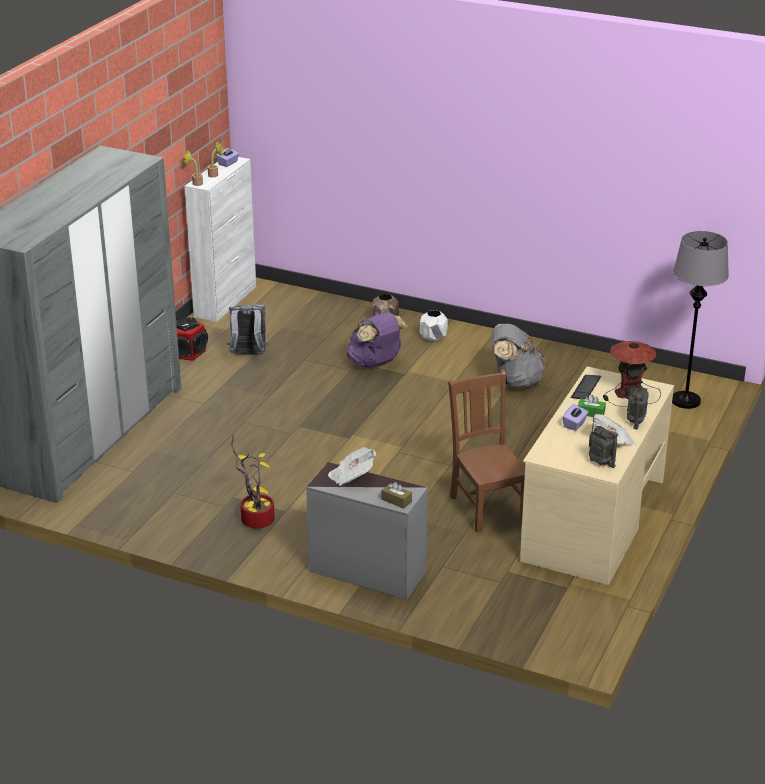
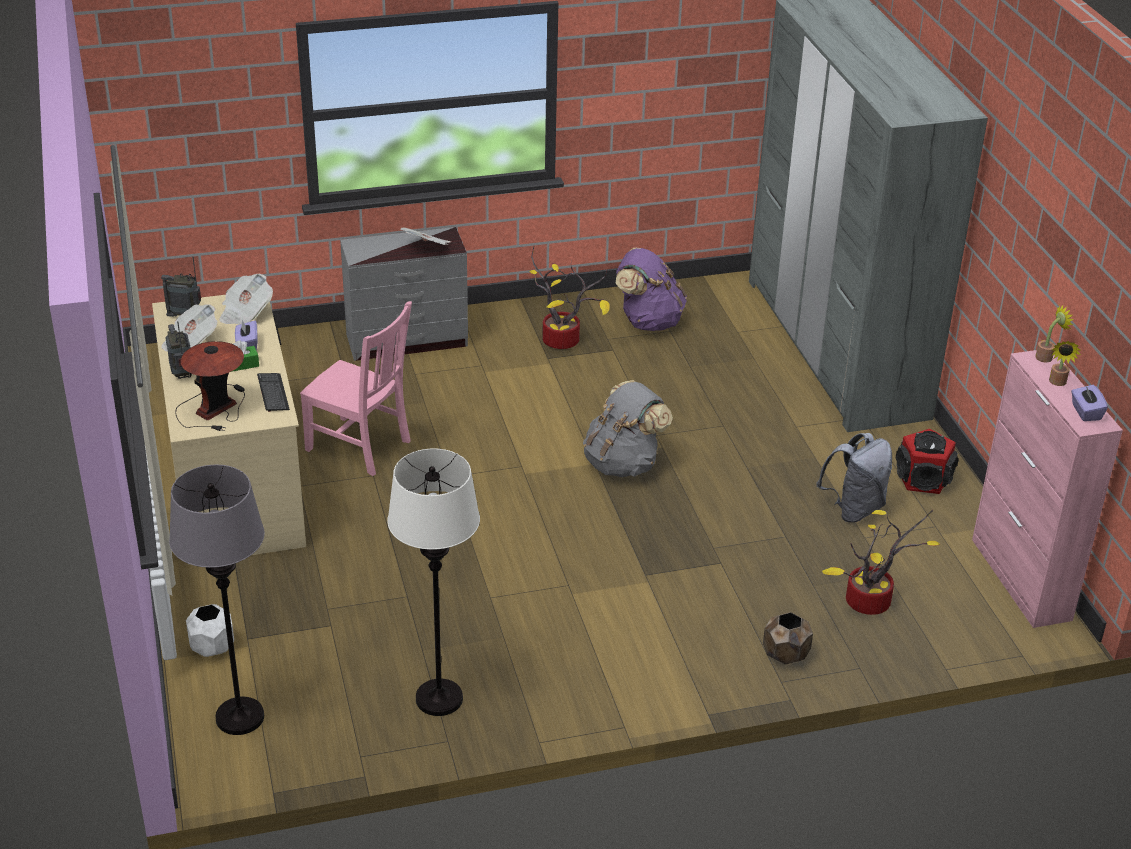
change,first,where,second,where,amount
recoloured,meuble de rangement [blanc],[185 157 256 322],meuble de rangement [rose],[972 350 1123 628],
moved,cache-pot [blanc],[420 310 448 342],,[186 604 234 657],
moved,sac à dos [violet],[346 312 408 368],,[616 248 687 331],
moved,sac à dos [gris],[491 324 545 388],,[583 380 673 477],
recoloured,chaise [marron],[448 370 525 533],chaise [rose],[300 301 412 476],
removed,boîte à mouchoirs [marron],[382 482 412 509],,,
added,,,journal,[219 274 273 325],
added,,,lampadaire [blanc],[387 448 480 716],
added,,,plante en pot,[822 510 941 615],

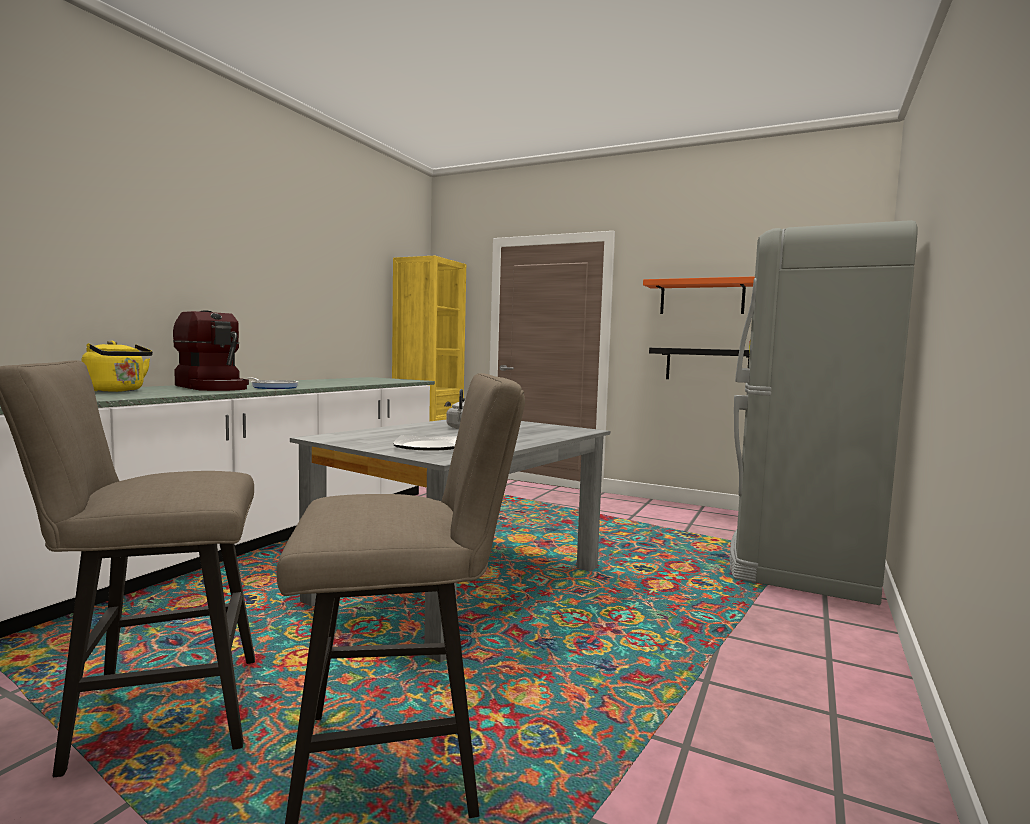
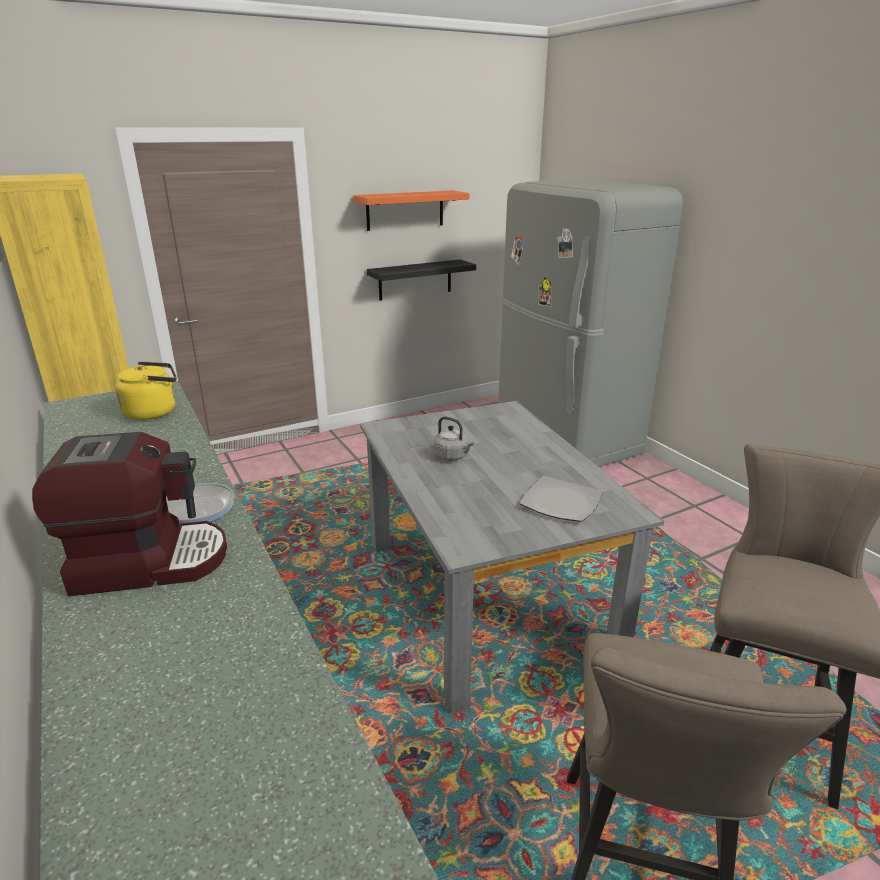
change,first,where,second,where,amount
moved,bouilloire [jaune],[82 341 153 392],,[115 361 177 420],

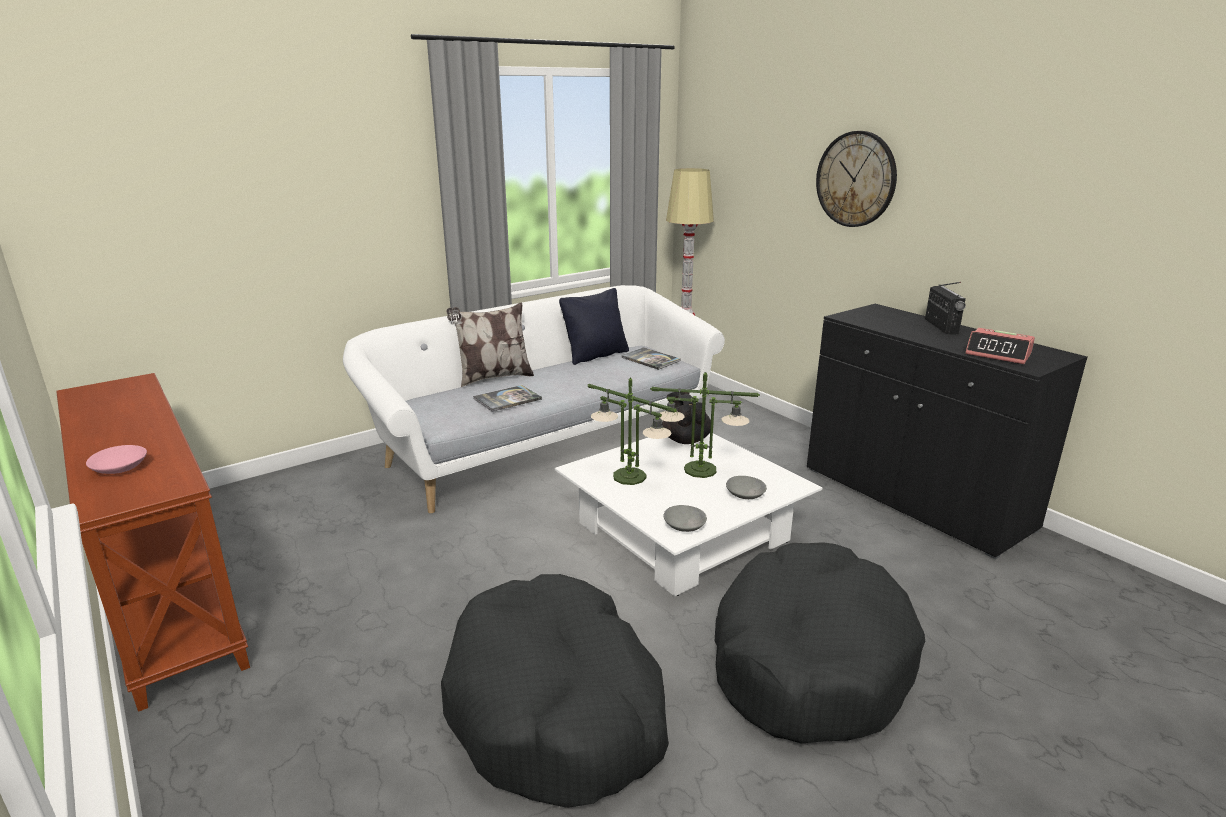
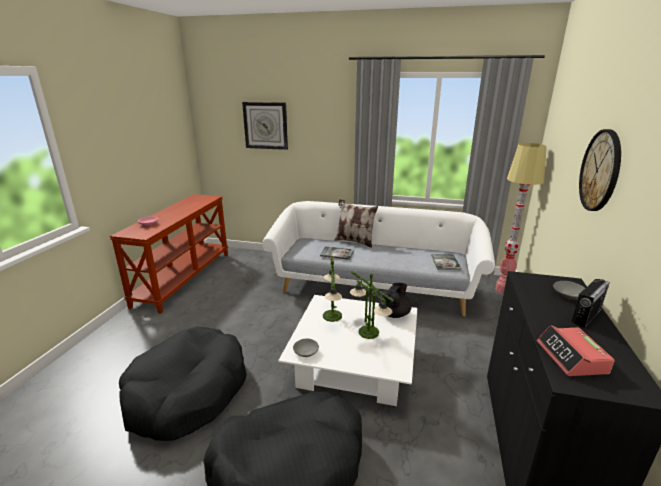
change,first,where,second,where,amount
removed,coussin [noir],[559 288 629 365],,,
moved,bol [gris],[726 476 767 499],,[553 281 585 300],
added,,,horloge murale,[242 102 288 150],

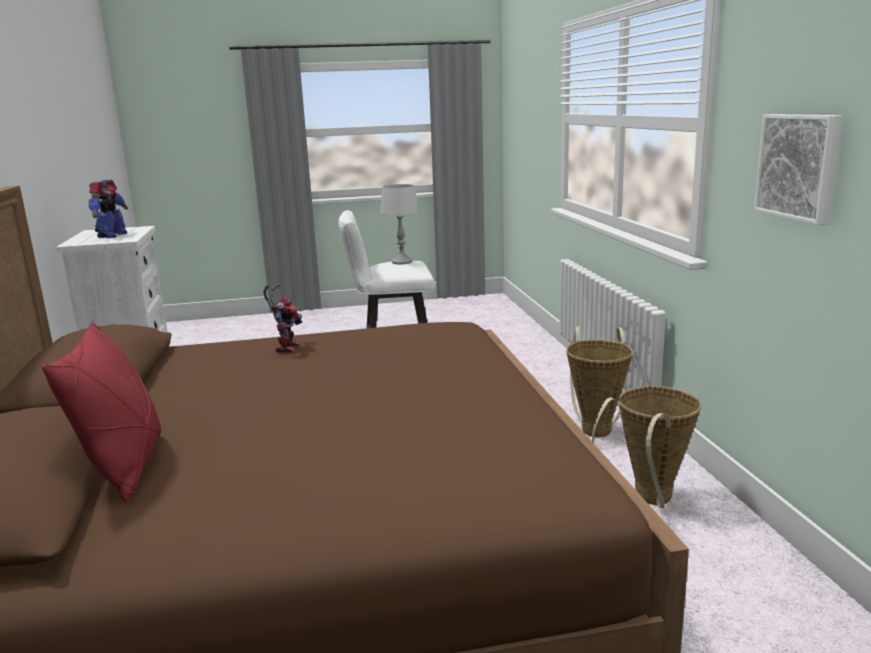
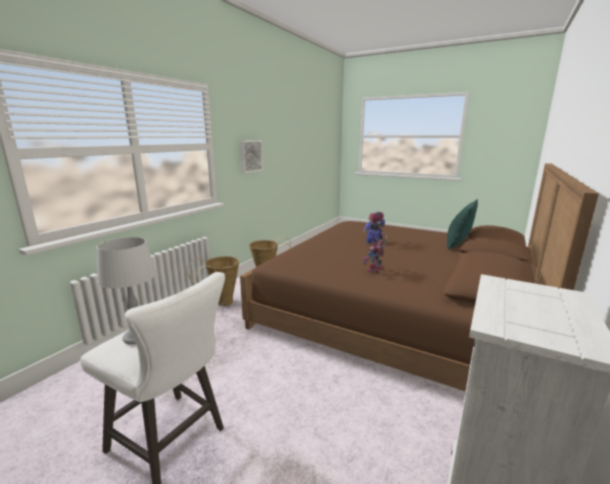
change,first,where,second,where,amount
moved,robot jouet,[89 180 128 238],,[363 212 385 244],
recoloured,coussin [rouge],[42 322 161 502],coussin [vert],[447 199 478 249],

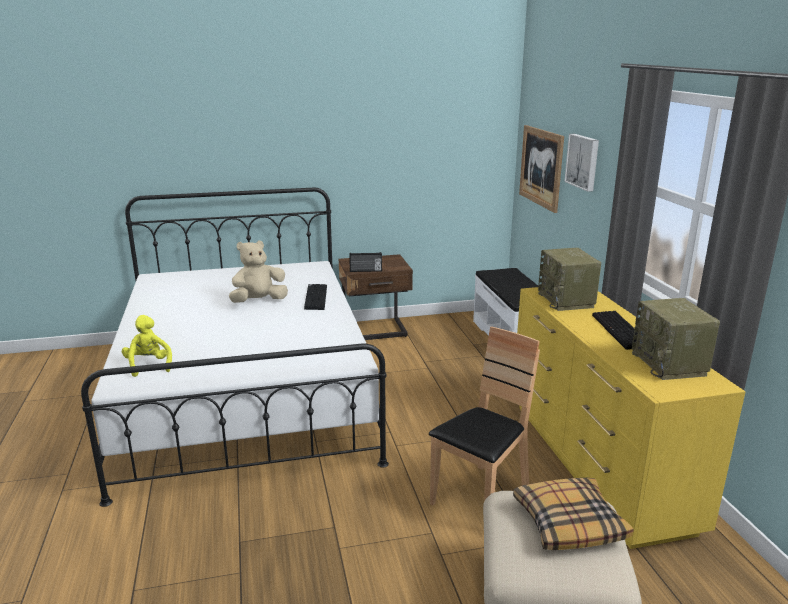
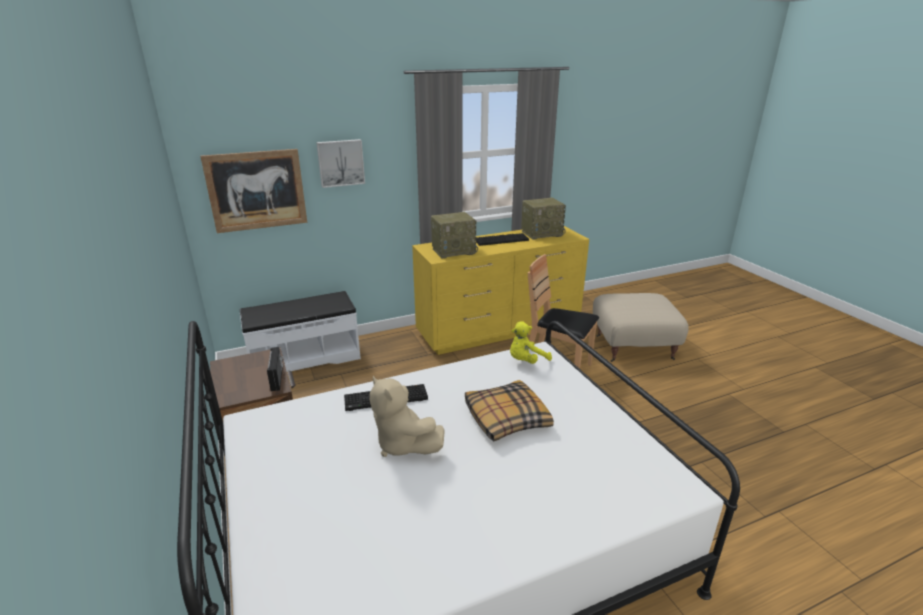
change,first,where,second,where,amount
moved,peluche [jaune],[122 315 172 377],,[510 321 552 364],
moved,coussin,[513 478 634 550],,[465 380 554 441],

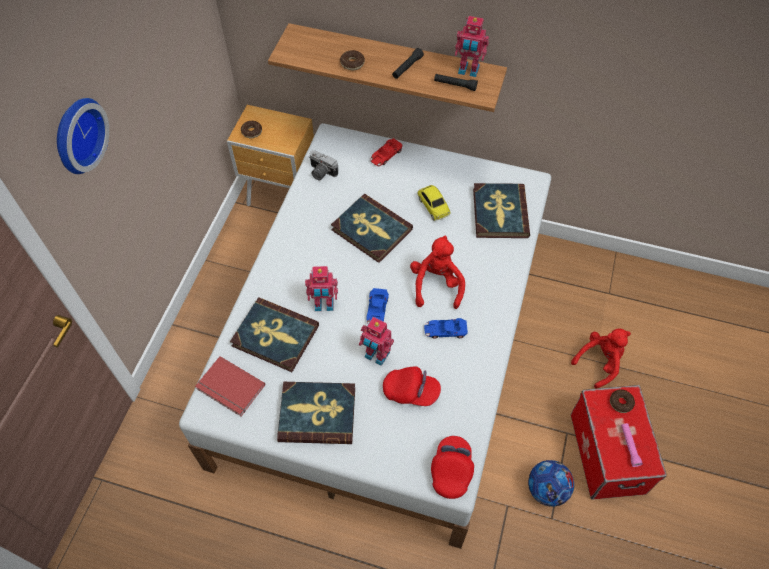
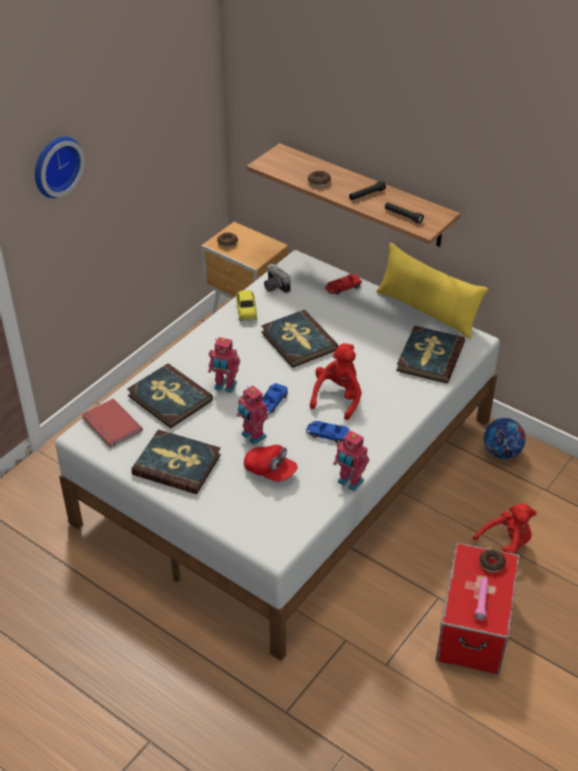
change,first,where,second,where,amount
moved,robot jouet,[455 16 489 77],,[333 430 369 491],
moved,petite voiture,[417 185 451 221],,[236 290 257 321],
removed,casquette [rouge],[431 436 474 499],,,
moved,ballon de foot,[528 460 574 507],,[484 418 526 459],
added,,,coussin [jaune],[376 243 488 339],

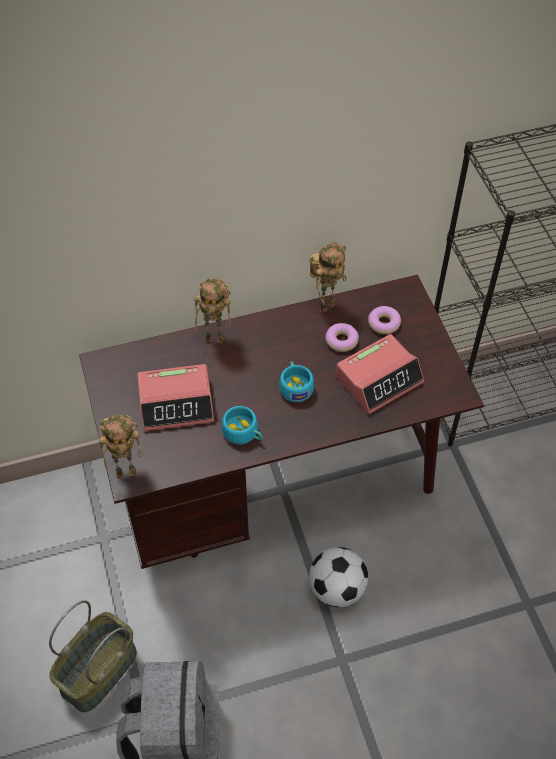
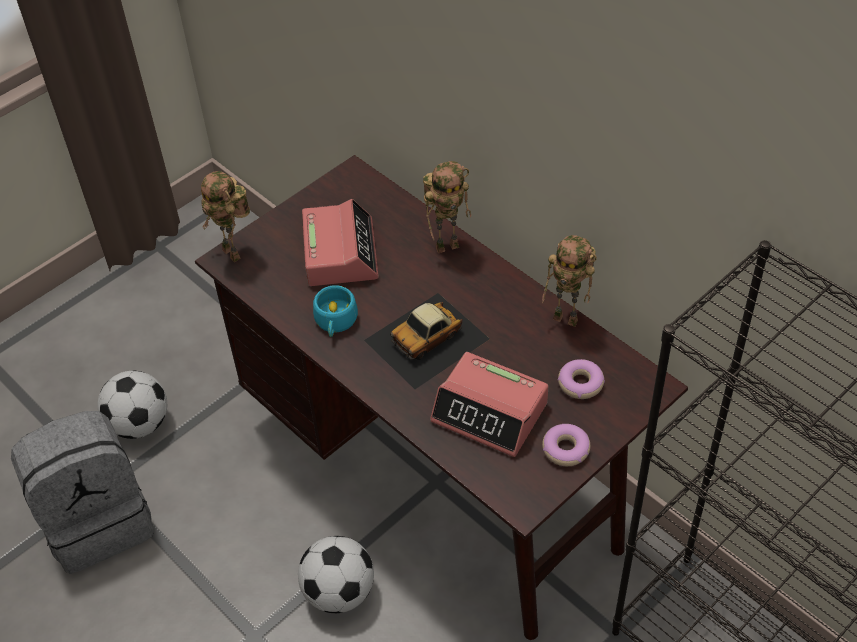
change,first,where,second,where,amount
turned,robot jouet,[194 278 231 343],,[423 161 471 253],90 degrees counterclockwise
moved,beignet,[325 323 359 352],,[542 424 590 466],
replaced,tasse [turquoise],[279 361 314 402],petite voiture,[364 293 489 389],
turned,réveil,[137 364 214 431],,[302 199 379 286],150 degrees counterclockwise
replaced,panier,[49 600 137 712],ballon de foot,[98 371 167 439],

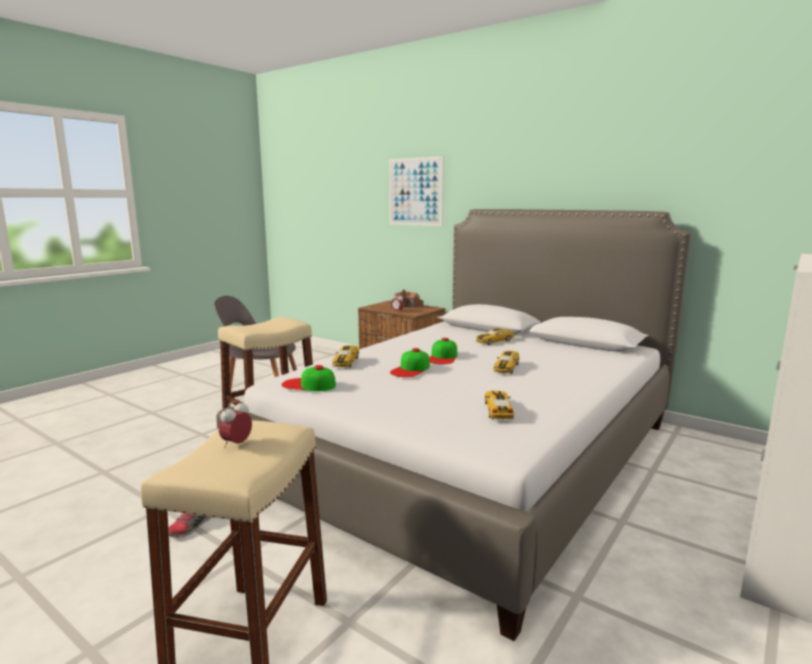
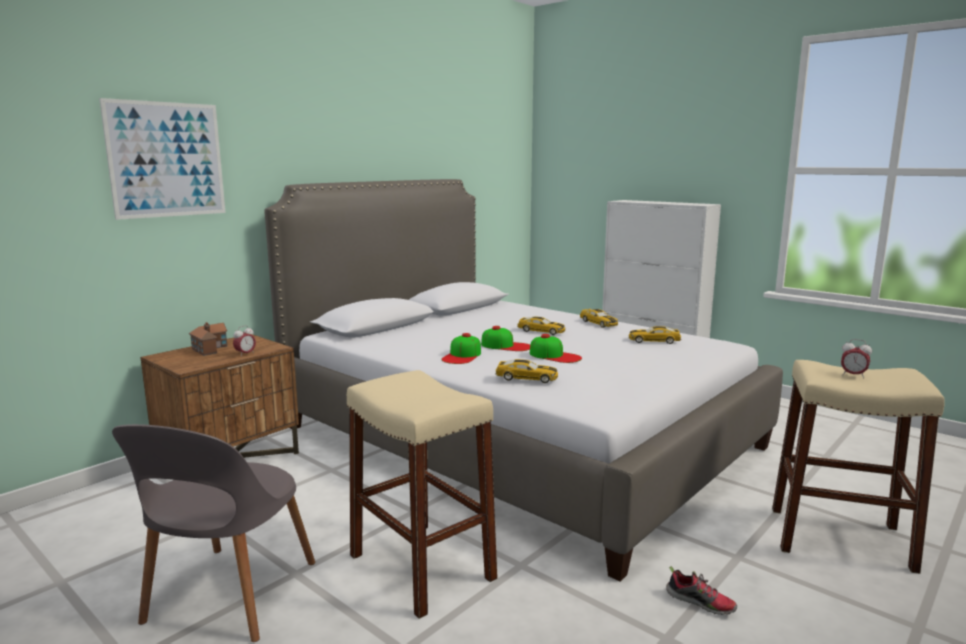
change,first,where,second,where,amount
moved,petite voiture,[476 328 514 345],,[580 309 618 328],
moved,casquette,[282 365 336 391],,[441 333 481 364],

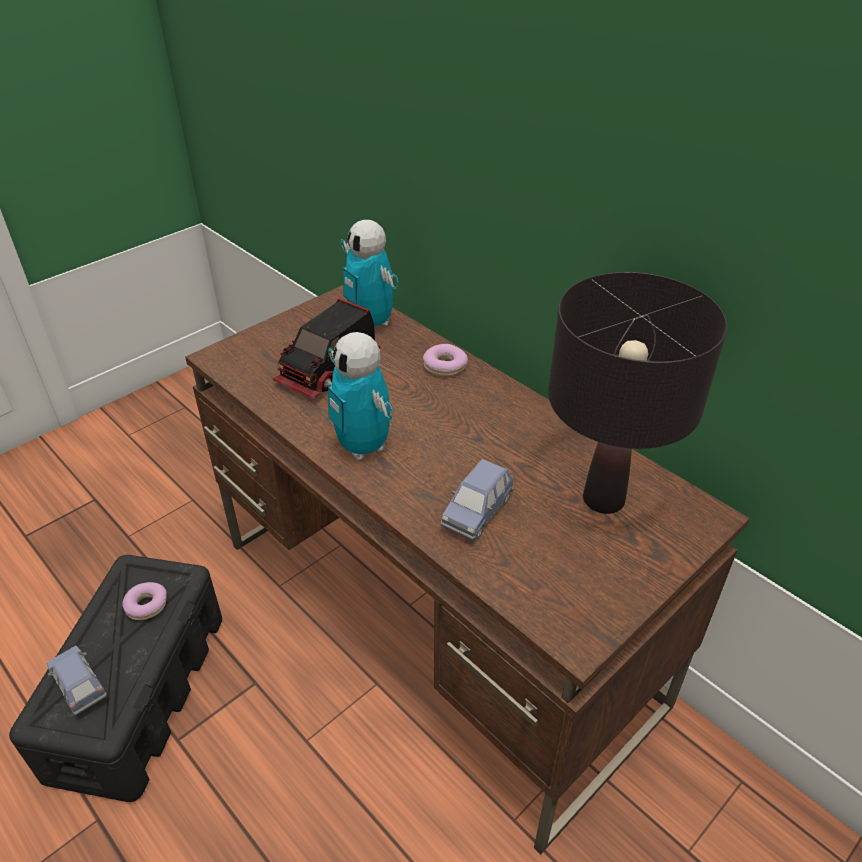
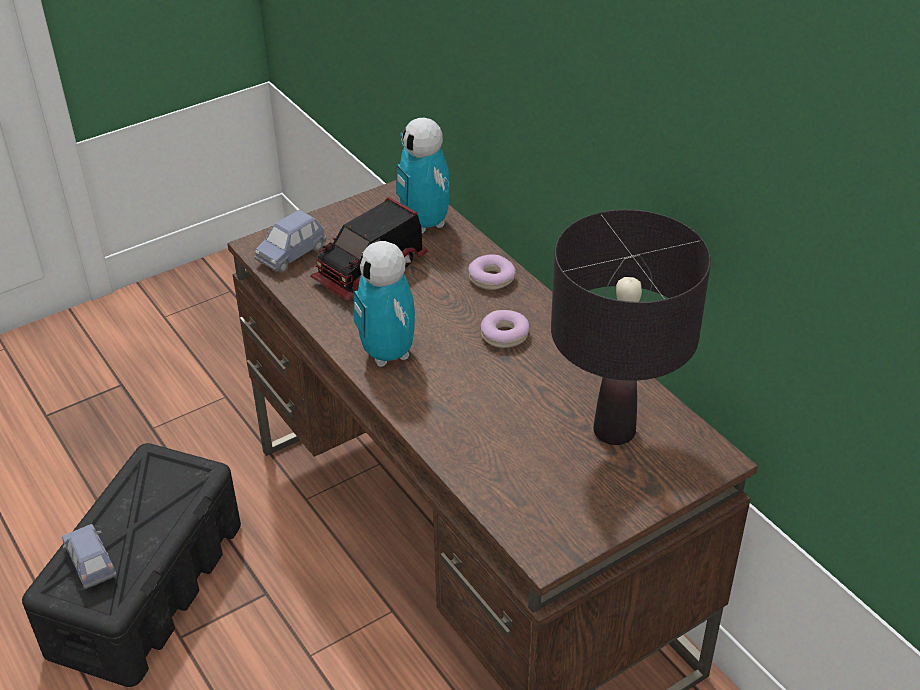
change,first,where,second,where,amount
moved,petite voiture [bleu],[440 459 514 541],,[254 210 327 273],
moved,beignet,[122 582 167 620],,[481 310 529 348],

